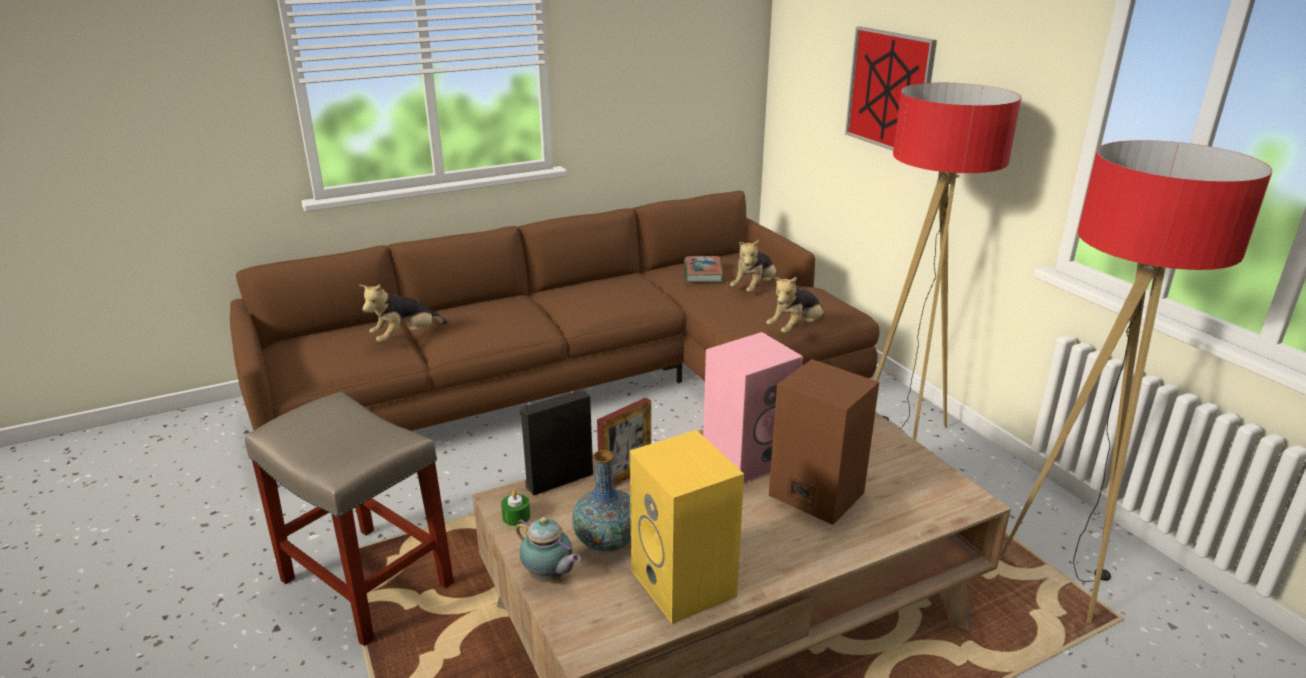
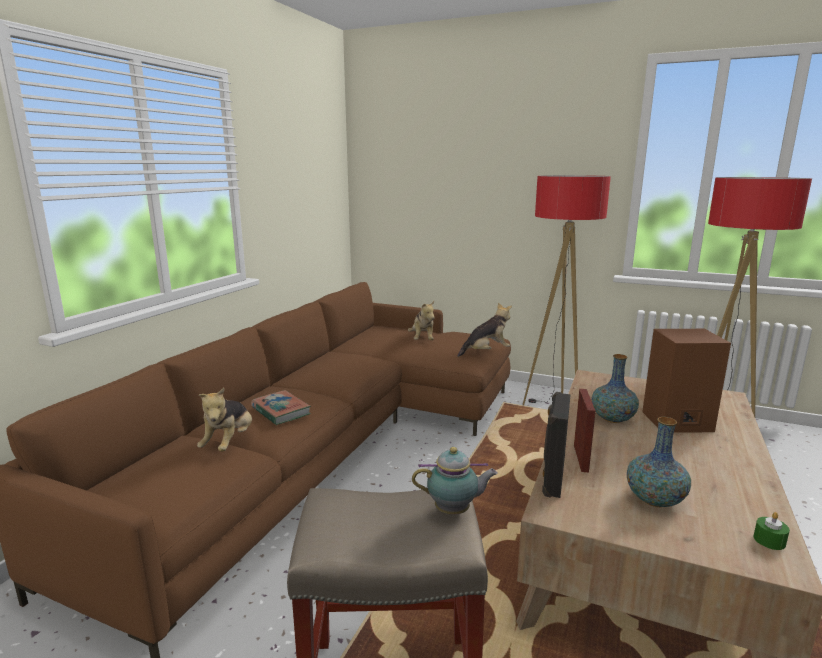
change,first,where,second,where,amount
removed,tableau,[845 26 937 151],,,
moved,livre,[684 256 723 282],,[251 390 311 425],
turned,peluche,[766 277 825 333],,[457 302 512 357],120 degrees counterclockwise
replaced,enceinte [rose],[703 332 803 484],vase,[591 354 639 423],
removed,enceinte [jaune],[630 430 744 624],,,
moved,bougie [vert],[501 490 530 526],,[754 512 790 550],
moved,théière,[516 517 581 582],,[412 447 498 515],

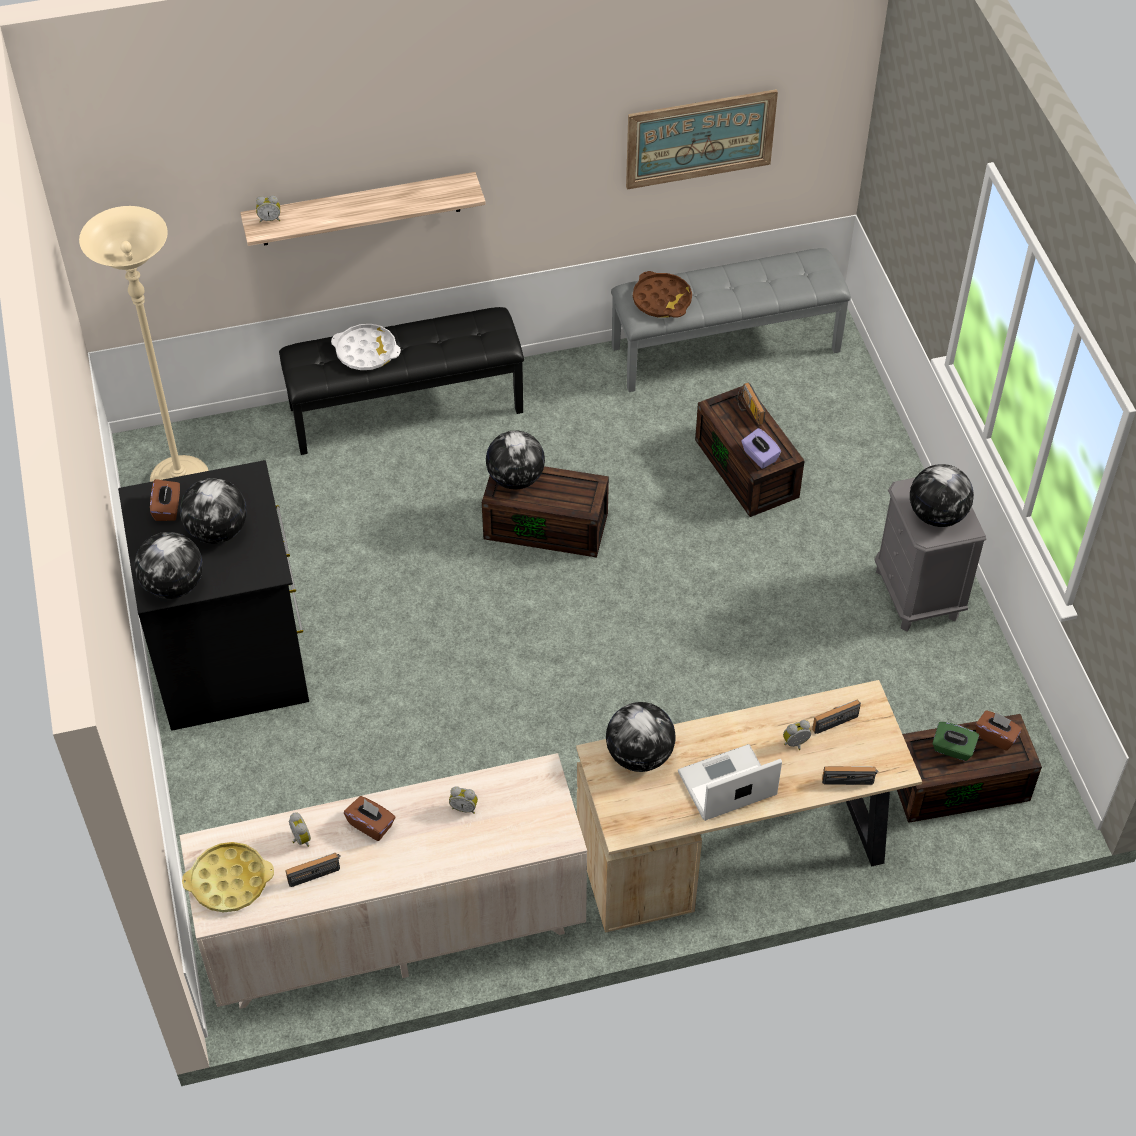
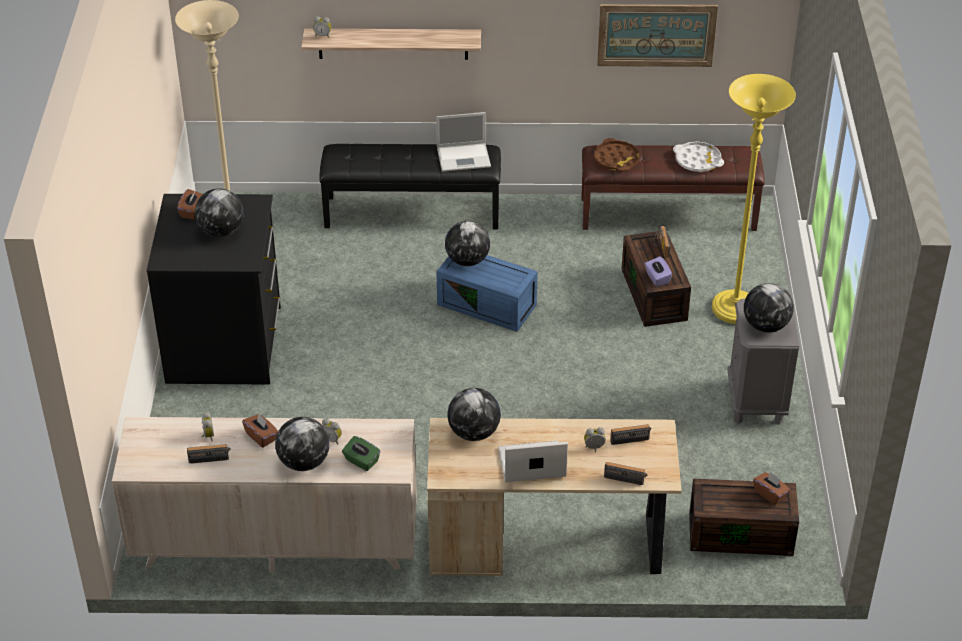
change,first,where,second,where,amount
recoloured,banc [gris],[611 248 851 392],banc [marron],[581 145 765 231],
moved,plateau [blanc],[331 324 401 370],,[673 142 724 172],
recoloured,boîte de rangement [marron],[482 466 609 557],boîte de rangement [bleu],[437 255 538 332],
moved,globe,[134 532 203 599],,[275 417 330 471],
moved,boîte à mouchoirs [vert],[932 722 979 761],,[342 436 380 471],
removed,plateau [jaune],[182 842 274 913],,,
added,,,lampadaire [jaune],[712 74 796 324],
added,,,ordinateur portable,[436 112 491 172],

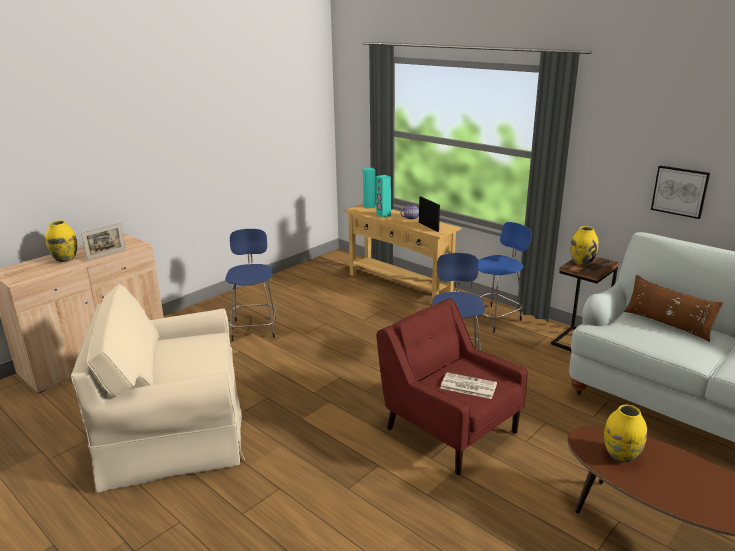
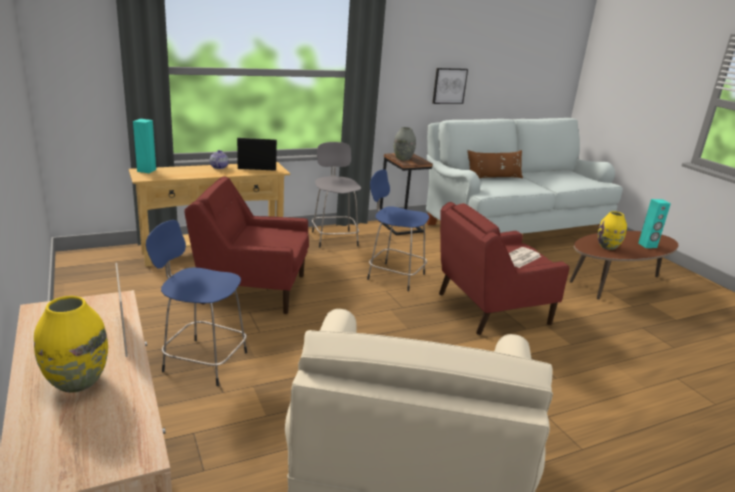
change,first,where,second,where,amount
moved,enceinte [turquoise],[376 175 391 218],,[638 199 671 248],
recoloured,tabouret [bleu],[469 222 532 333],tabouret [gris],[312 142 361 248],
recoloured,vase [jaune],[570 226 598 266],vase [gris],[394 127 416 161],
added,,,fauteuil [rouge],[184 176 309 314],

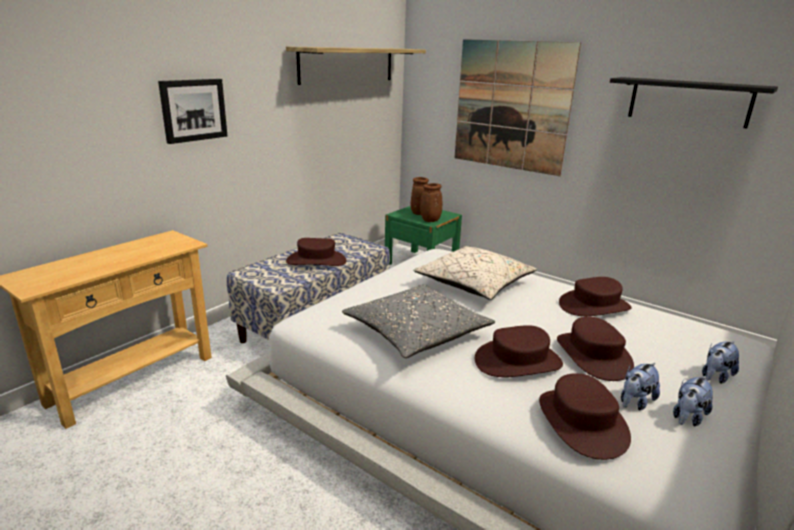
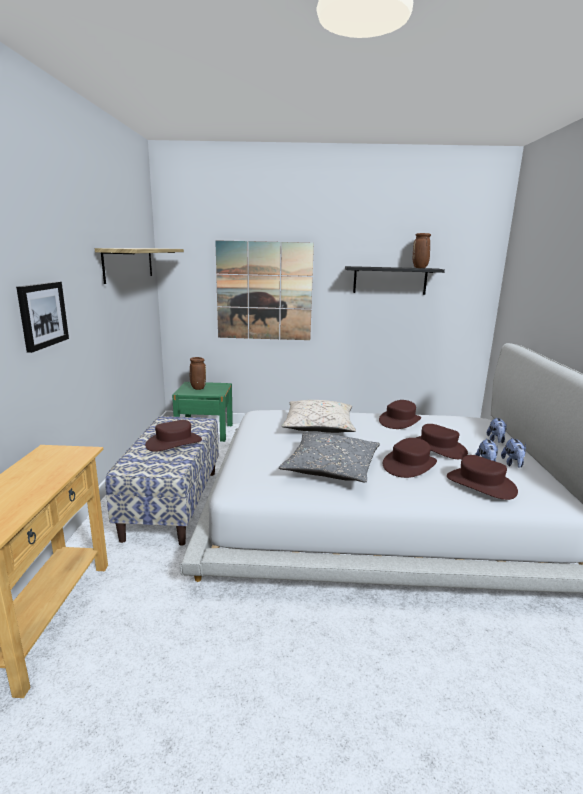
change,first,where,second,where,amount
moved,vase [marron],[420 183 442 222],,[413 233 431 268],

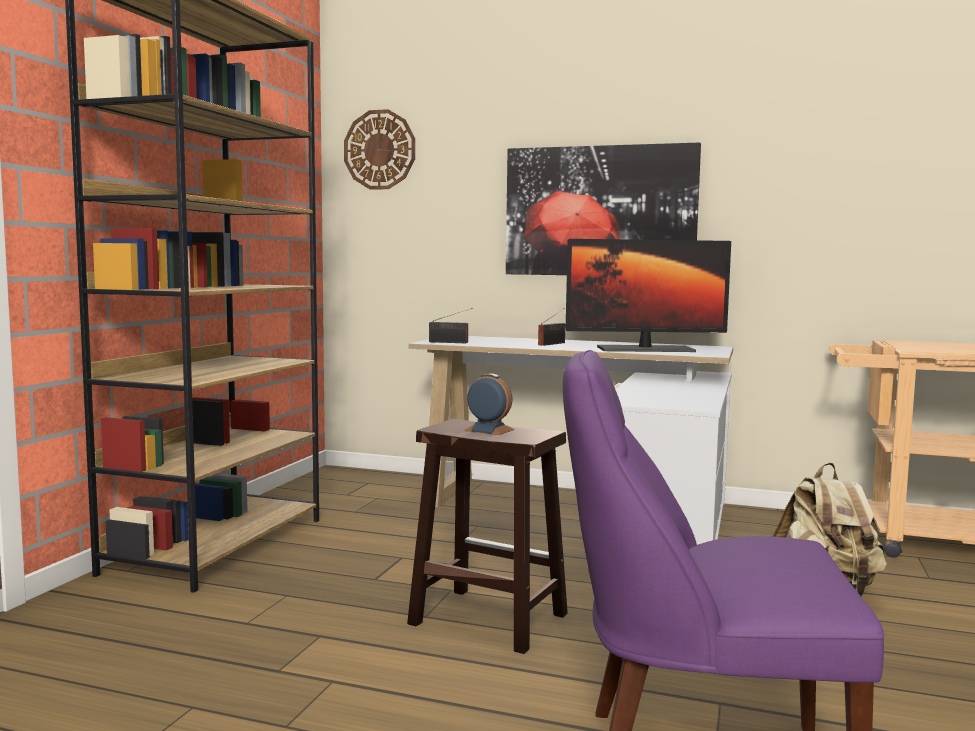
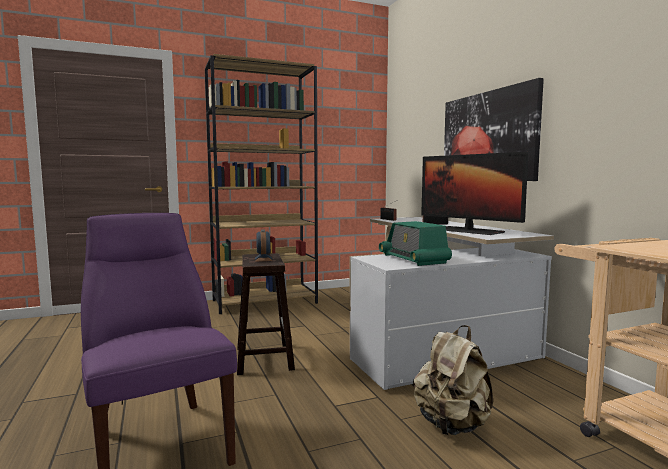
change,first,where,second,where,amount
removed,horloge murale,[344 109 415 190],,,
added,,,radio,[379 221 452 266],

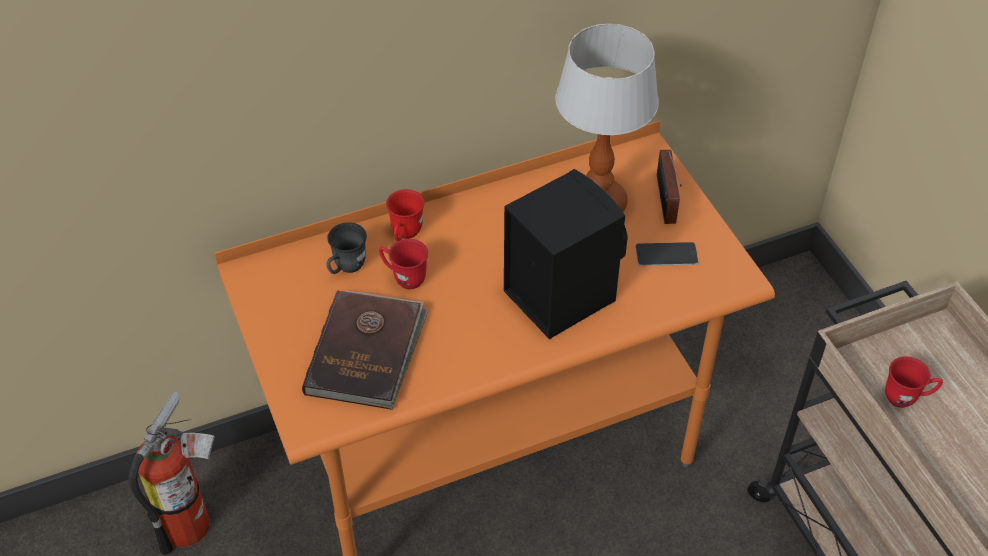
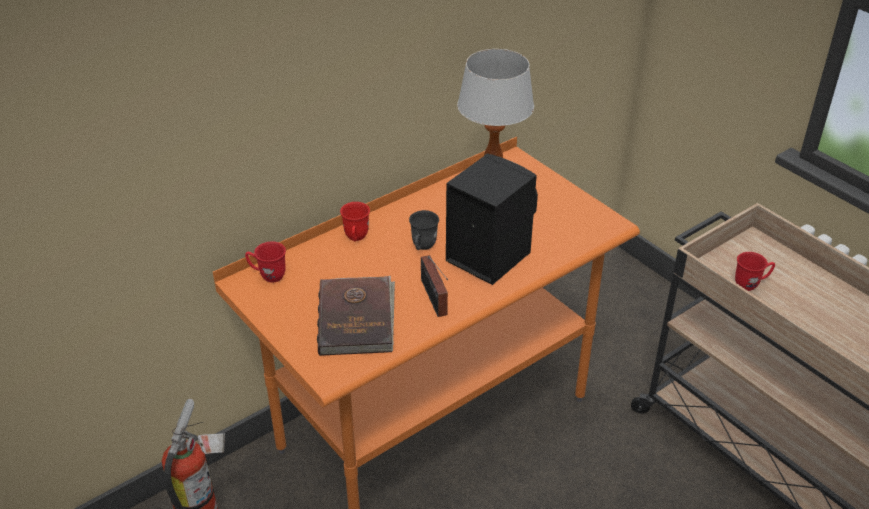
change,first,where,second,where,amount
moved,radio,[657 150 682 224],,[421 255 448 317],
moved,mug [gris],[326 222 367 274],,[409 210 439 250],
moved,mug [rouge],[379 239 428 289],,[245 241 286 283],
removed,téléphone,[635 242 699 266],,,

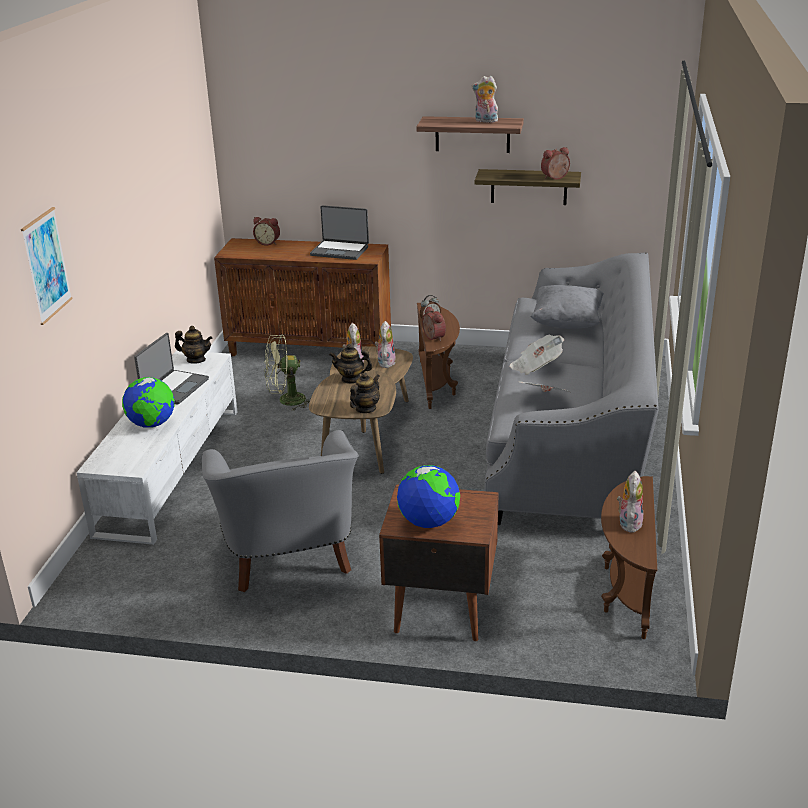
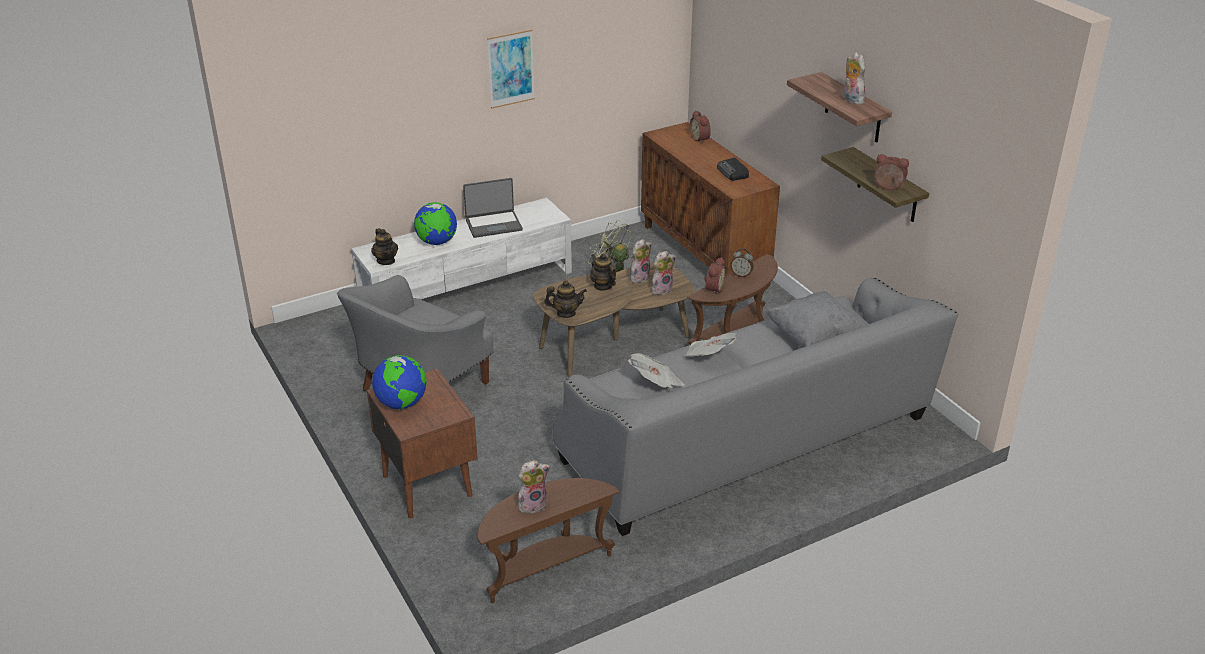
change,first,where,second,where,amount
replaced,ordinateur portable,[310 205 369 260],radio,[717 157 749 181],
moved,tableau,[21 207 73 325],,[487 29 535 108],
moved,théière,[175 326 212 364],,[371 228 398 265],

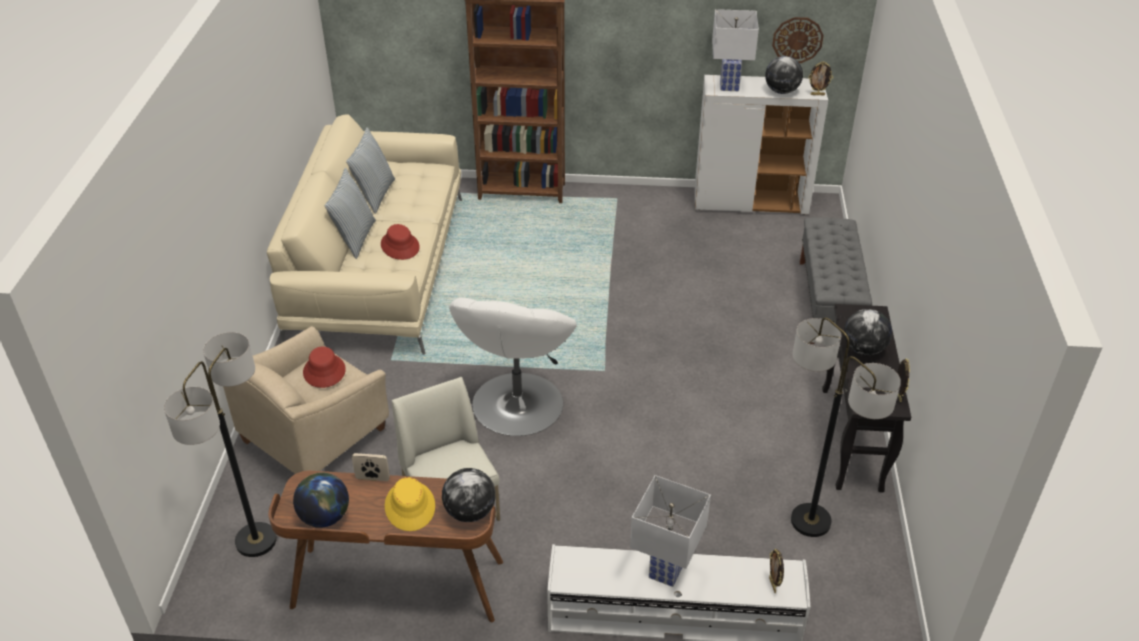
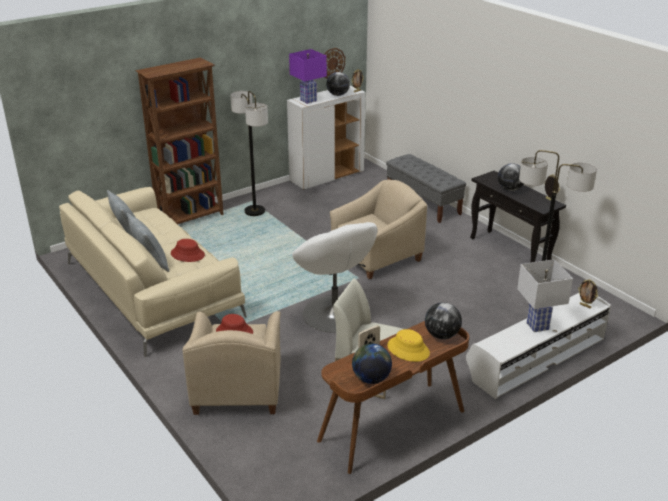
change,first,where,second,where,amount
recoloured,lampe de table [blanc],[712 9 759 91],lampe de table [violet],[289 49 327 104],
moved,lampadaire,[164 332 277 557],,[230 91 268 216],
added,,,fauteuil [beige],[330 180 427 279],

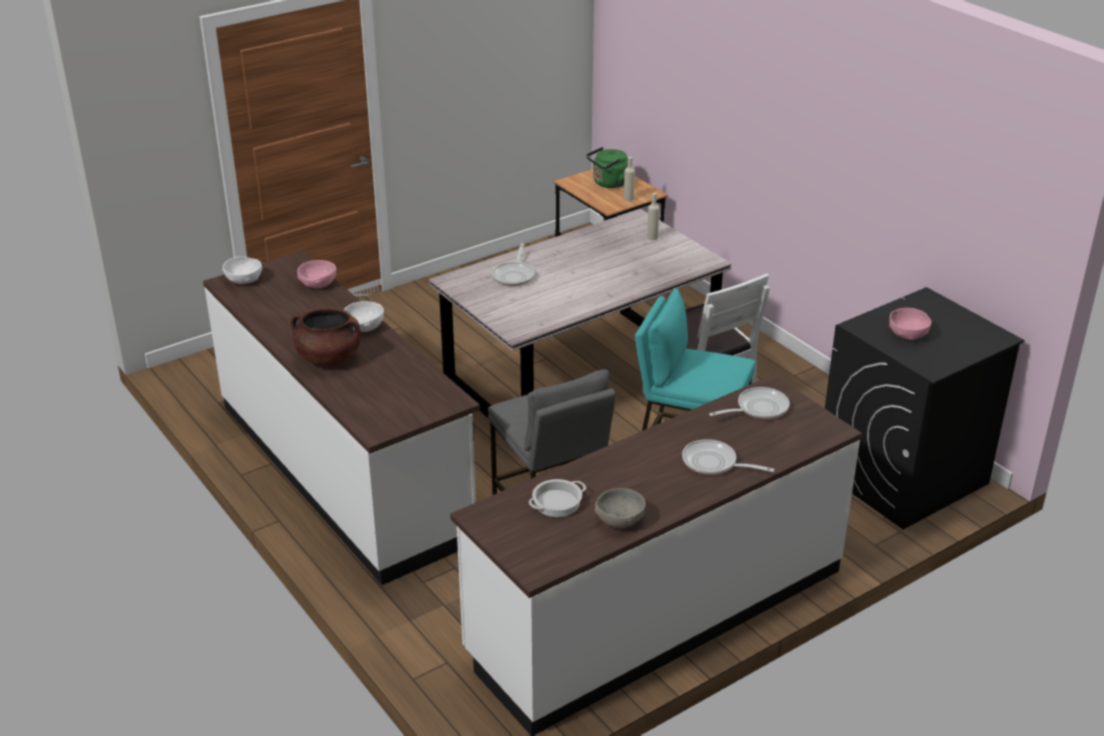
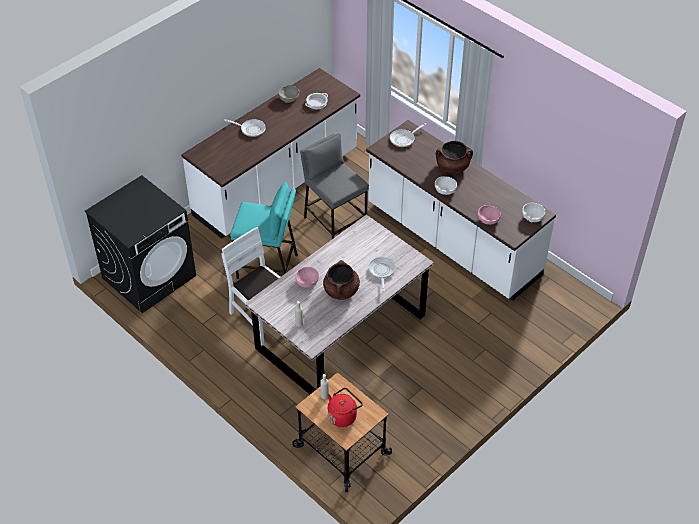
change,first,where,second,where,amount
recoloured,bouilloire [vert],[586 147 628 188],bouilloire [rouge],[328 388 363 427],
moved,bol [rose],[889 308 931 340],,[296 267 319 288],
moved,poêle,[709 387 790 419],,[390 123 427 147],
added,,,marmite [marron],[323 260 360 300],

